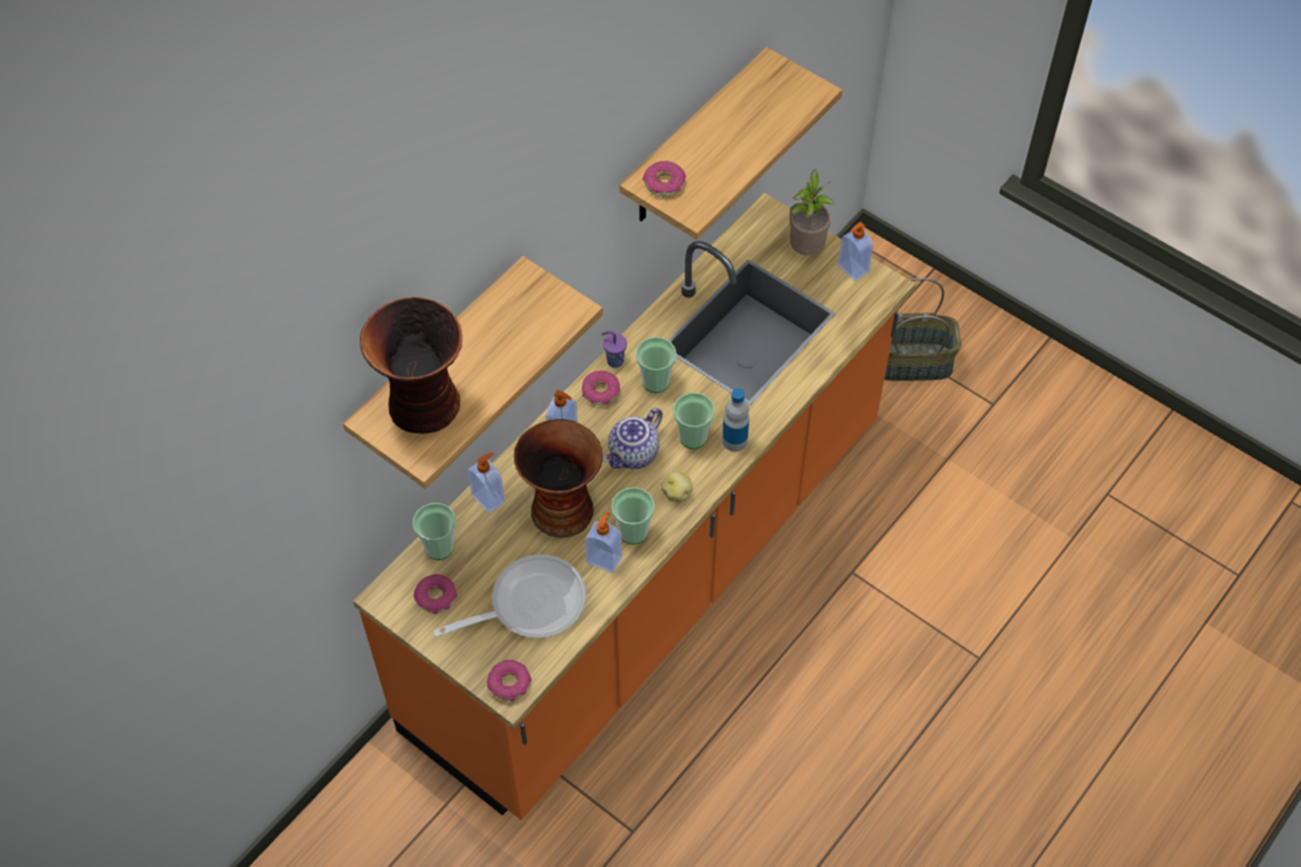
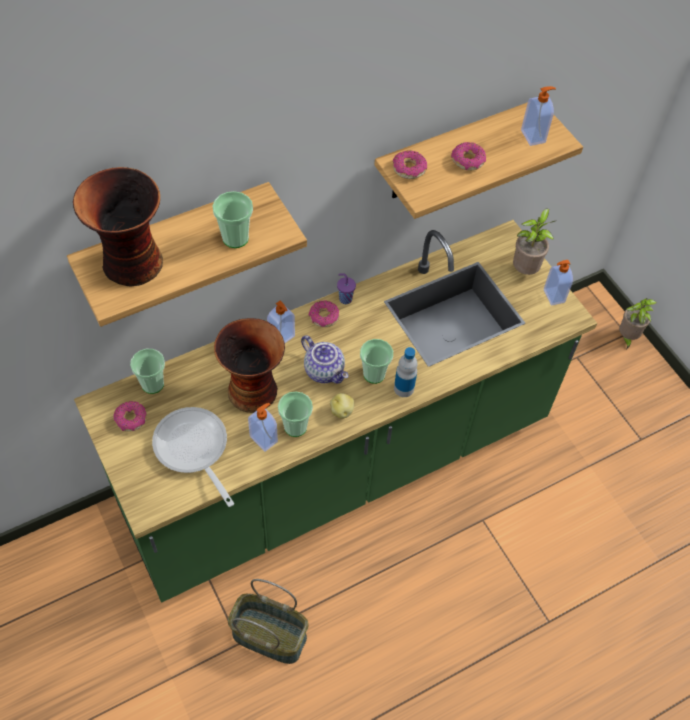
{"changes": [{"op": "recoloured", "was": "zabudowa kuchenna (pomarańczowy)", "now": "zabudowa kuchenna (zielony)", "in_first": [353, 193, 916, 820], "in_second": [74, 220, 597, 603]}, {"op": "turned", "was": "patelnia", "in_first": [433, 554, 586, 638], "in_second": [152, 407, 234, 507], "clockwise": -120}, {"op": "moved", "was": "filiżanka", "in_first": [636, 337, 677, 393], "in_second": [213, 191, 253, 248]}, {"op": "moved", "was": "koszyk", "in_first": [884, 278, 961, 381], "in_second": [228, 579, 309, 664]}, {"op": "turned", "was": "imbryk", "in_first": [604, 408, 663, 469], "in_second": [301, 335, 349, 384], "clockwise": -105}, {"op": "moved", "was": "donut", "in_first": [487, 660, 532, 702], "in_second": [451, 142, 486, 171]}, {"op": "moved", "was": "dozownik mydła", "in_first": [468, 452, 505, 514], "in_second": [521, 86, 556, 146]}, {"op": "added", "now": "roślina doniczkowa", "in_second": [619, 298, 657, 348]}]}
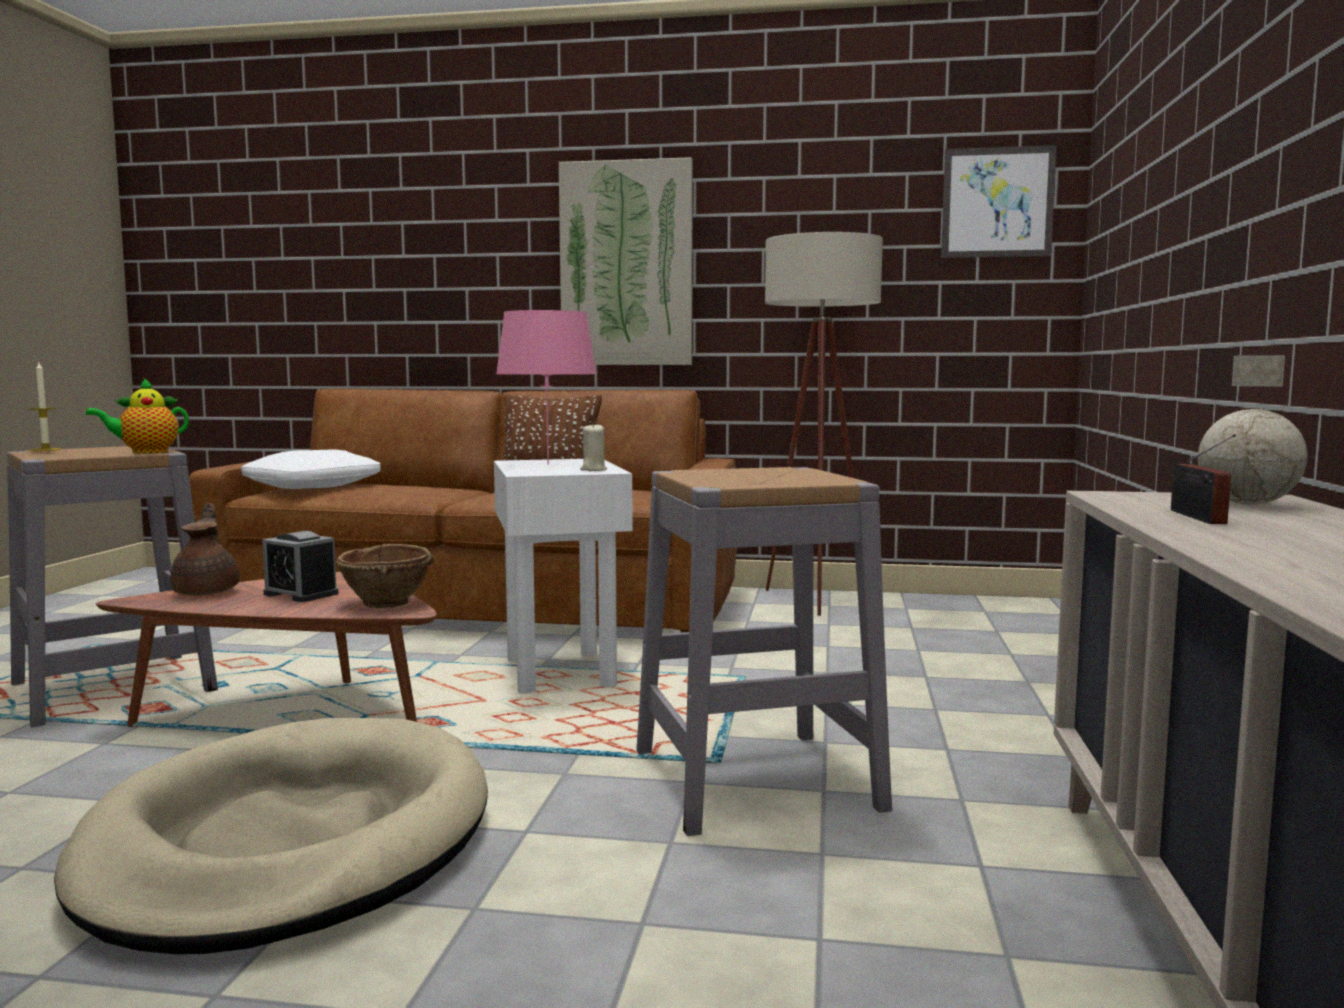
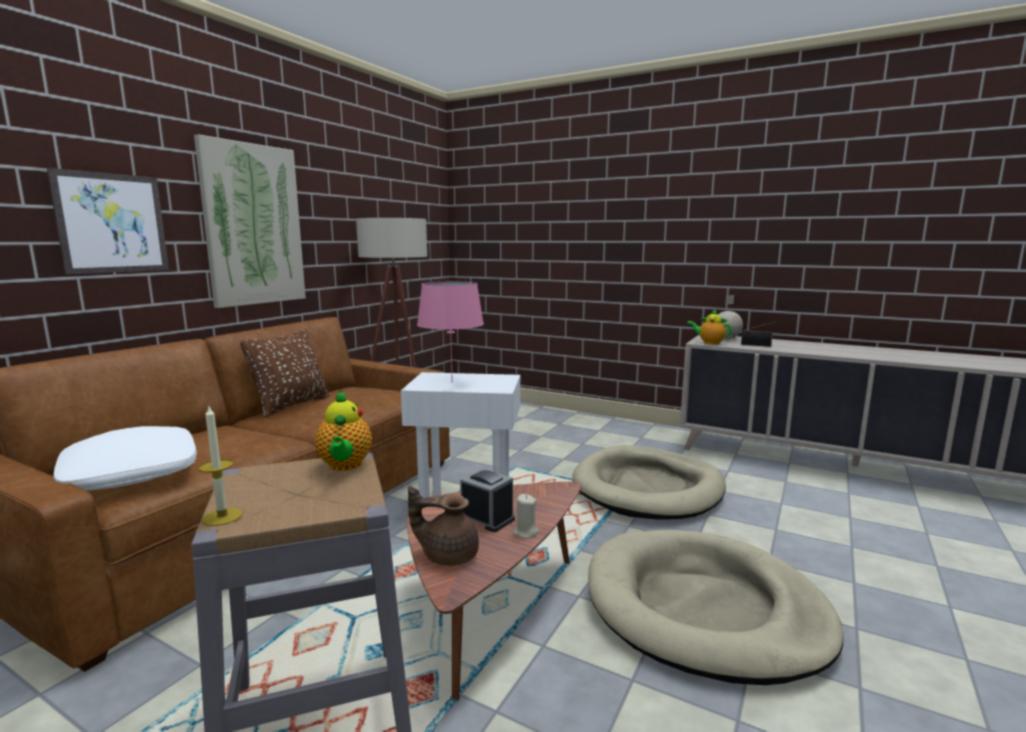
{"changes": [{"op": "moved", "was": "obraz", "in_first": [941, 145, 1057, 258], "in_second": [47, 168, 169, 275]}, {"op": "turned", "was": "budzik", "in_first": [262, 531, 339, 602], "in_second": [460, 469, 515, 532], "clockwise": -105}, {"op": "moved", "was": "świeca (beżowy)", "in_first": [580, 425, 607, 471], "in_second": [513, 494, 538, 538]}, {"op": "replaced", "was": "stołek (szary)", "now": "legowisko (beżowy)", "in_first": [636, 467, 892, 836], "in_second": [572, 445, 726, 520]}, {"op": "added", "now": "imbryk", "in_second": [687, 309, 731, 345]}, {"op": "removed", "was": "miska (brązowy)", "in_first": [336, 544, 434, 608]}]}
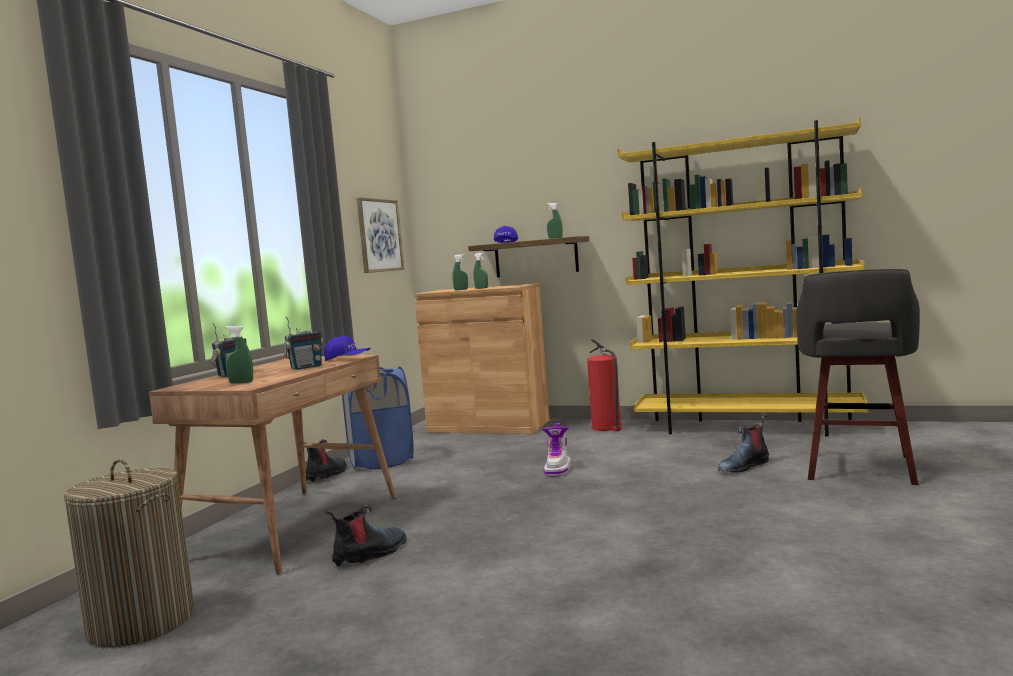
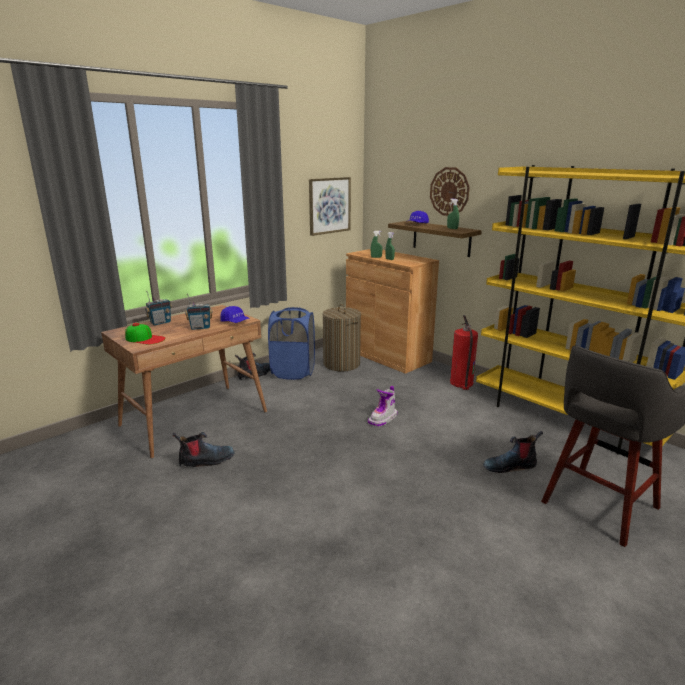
{"changes": [{"op": "replaced", "was": "spryskiwacz (zielony)", "now": "czapka z daszkiem", "in_first": [225, 325, 253, 384], "in_second": [125, 323, 165, 345]}, {"op": "moved", "was": "kosz na pranie", "in_first": [63, 459, 194, 647], "in_second": [322, 304, 361, 371]}, {"op": "added", "now": "zegar ścienny", "in_second": [430, 167, 470, 216]}]}
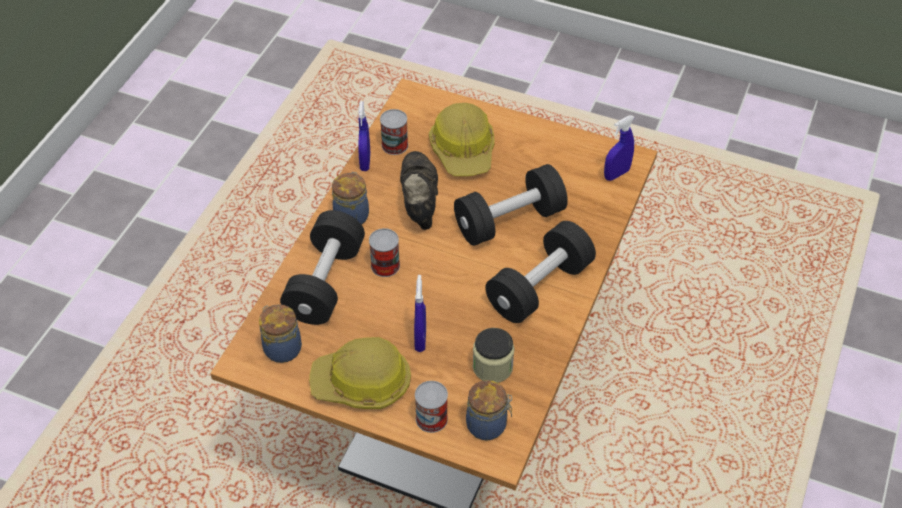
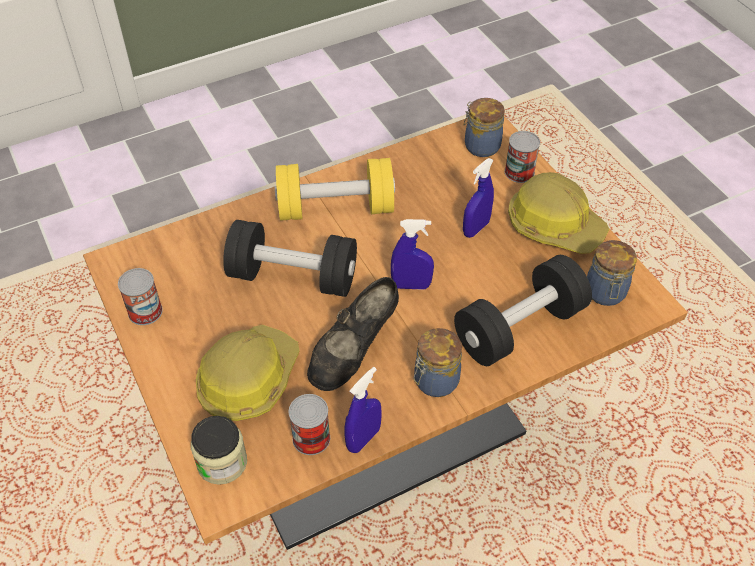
{"changes": [{"op": "moved", "was": "puszka", "in_first": [369, 228, 400, 277], "in_second": [118, 268, 163, 325]}, {"op": "moved", "was": "słoik", "in_first": [473, 328, 514, 383], "in_second": [191, 416, 247, 485]}, {"op": "recoloured", "was": "hantel (czarny)", "now": "hantel (żółty)", "in_first": [485, 221, 596, 323], "in_second": [275, 158, 395, 221]}, {"op": "moved", "was": "spryskiwacz (niebieski)", "in_first": [604, 115, 634, 181], "in_second": [391, 219, 434, 290]}]}
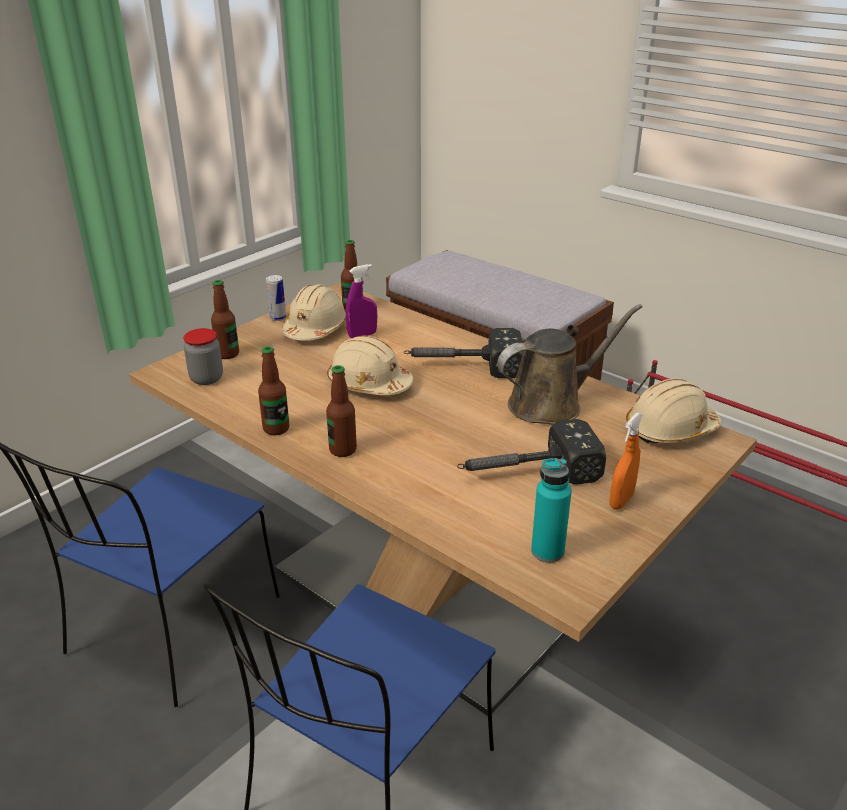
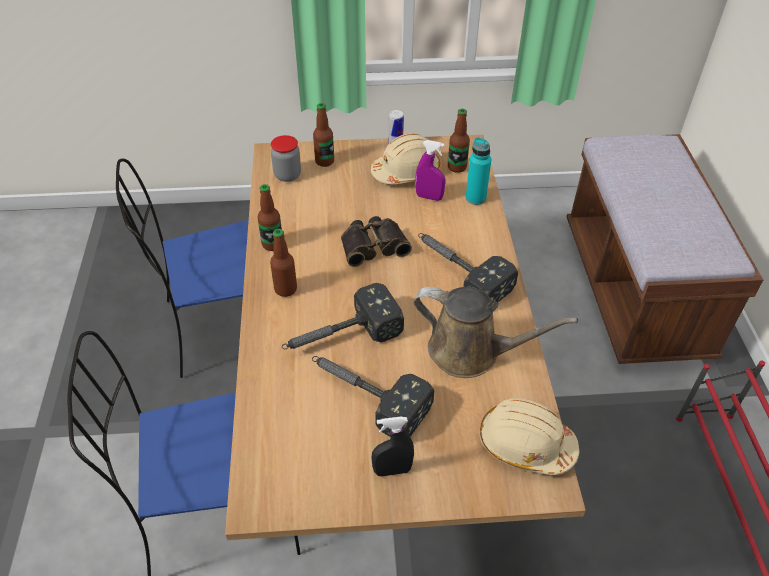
{"changes": [{"op": "added", "now": "młotek", "in_second": [282, 283, 404, 349]}, {"op": "replaced", "was": "kask (beżowy)", "now": "lornetka", "in_first": [327, 336, 413, 395], "in_second": [341, 216, 412, 267]}, {"op": "recoloured", "was": "spryskiwacz (pomarańczowy)", "now": "spryskiwacz (czarny)", "in_first": [609, 413, 642, 510], "in_second": [371, 417, 414, 476]}, {"op": "moved", "was": "butelka (turkusowy)", "in_first": [531, 458, 572, 563], "in_second": [466, 137, 491, 205]}]}
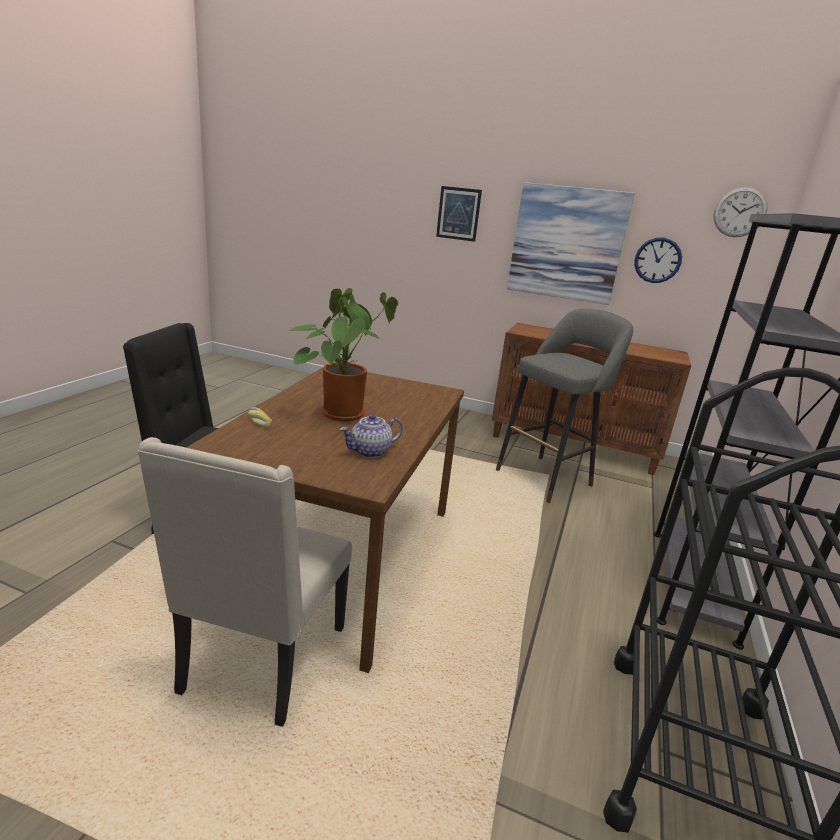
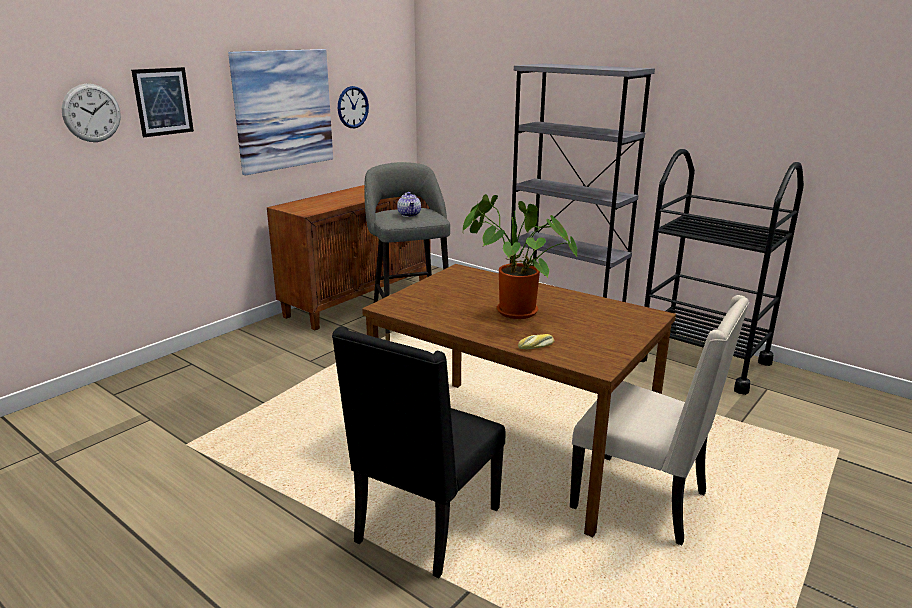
{"changes": [{"op": "moved", "was": "zegar ścienny", "in_first": [713, 187, 768, 237], "in_second": [62, 84, 121, 142]}, {"op": "moved", "was": "imbryk", "in_first": [340, 414, 402, 458], "in_second": [397, 192, 421, 217]}]}
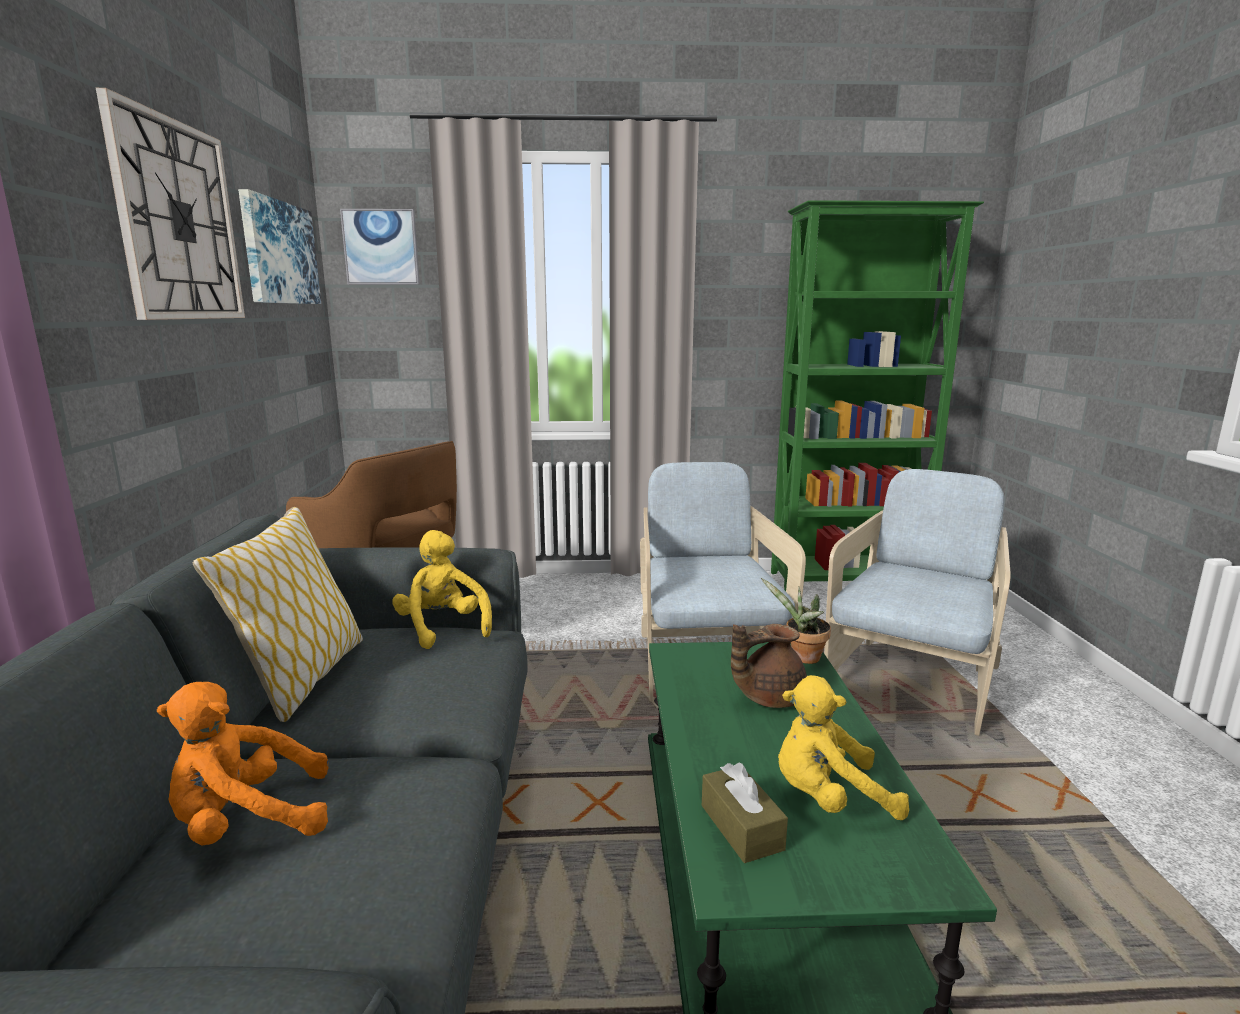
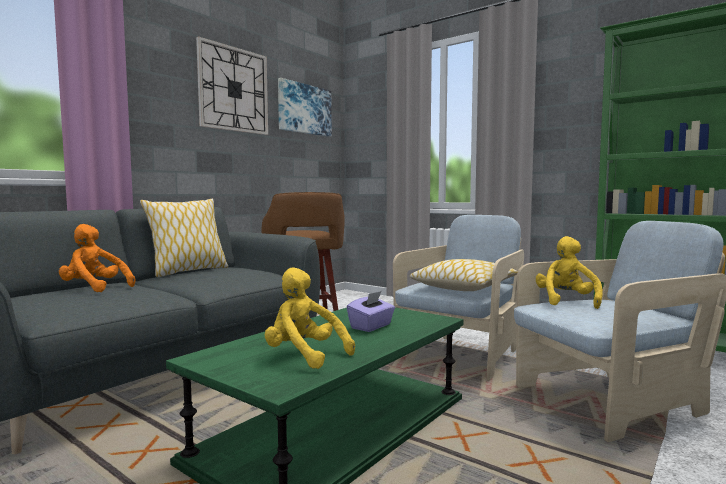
{"changes": [{"op": "replaced", "was": "imbryk (brązowy)", "now": "pudełko chusteczek (fioletowy)", "in_first": [731, 624, 807, 708], "in_second": [347, 291, 395, 332]}, {"op": "added", "now": "poduszka", "in_second": [410, 259, 518, 291]}, {"op": "moved", "was": "pluszak (żółty)", "in_first": [392, 530, 492, 649], "in_second": [536, 236, 603, 309]}, {"op": "removed", "was": "obraz", "in_first": [340, 209, 420, 285]}, {"op": "removed", "was": "pudełko chusteczek (brązowy)", "in_first": [702, 762, 788, 863]}, {"op": "removed", "was": "roślina doniczkowa", "in_first": [761, 578, 831, 664]}]}
